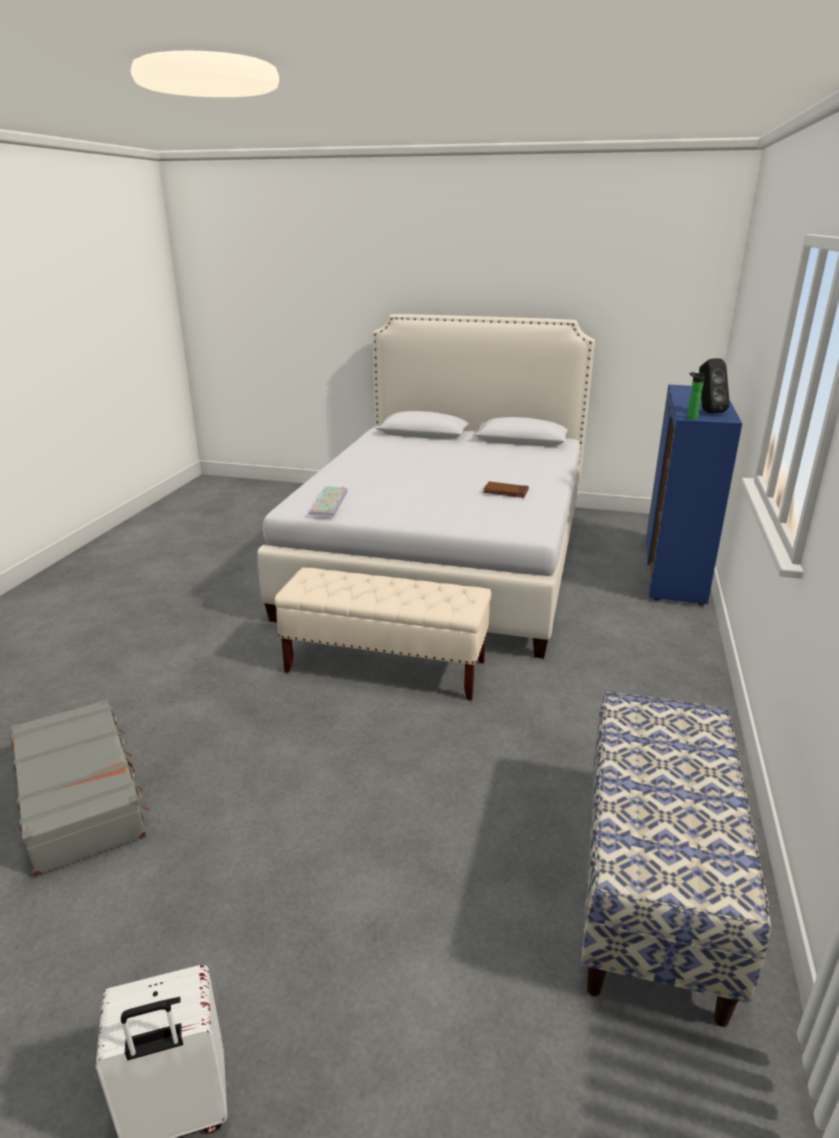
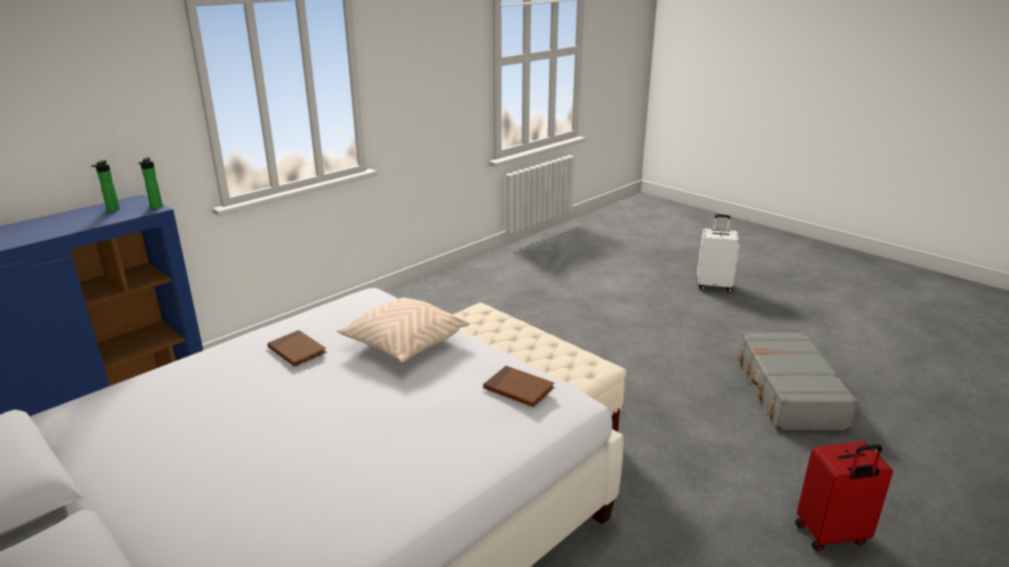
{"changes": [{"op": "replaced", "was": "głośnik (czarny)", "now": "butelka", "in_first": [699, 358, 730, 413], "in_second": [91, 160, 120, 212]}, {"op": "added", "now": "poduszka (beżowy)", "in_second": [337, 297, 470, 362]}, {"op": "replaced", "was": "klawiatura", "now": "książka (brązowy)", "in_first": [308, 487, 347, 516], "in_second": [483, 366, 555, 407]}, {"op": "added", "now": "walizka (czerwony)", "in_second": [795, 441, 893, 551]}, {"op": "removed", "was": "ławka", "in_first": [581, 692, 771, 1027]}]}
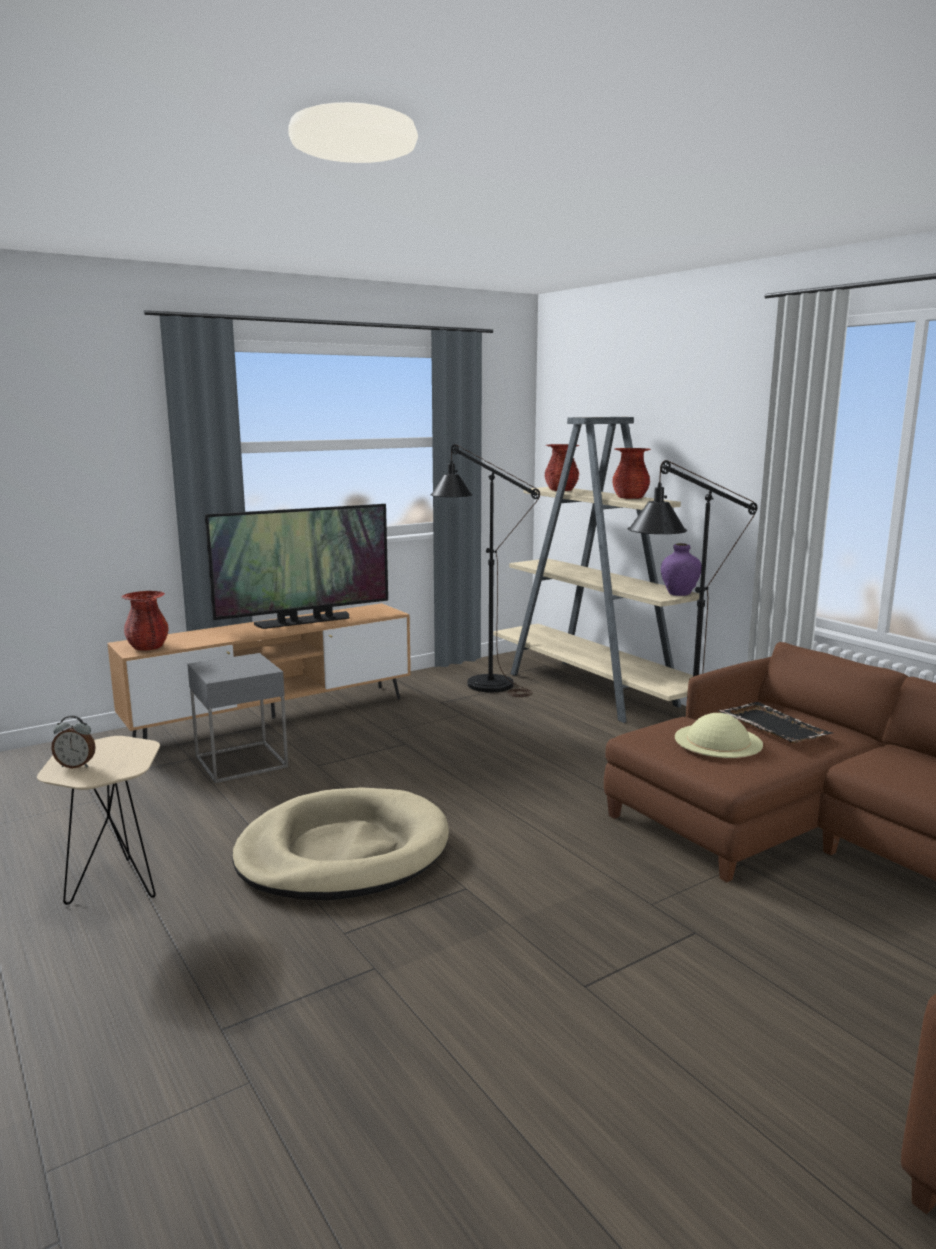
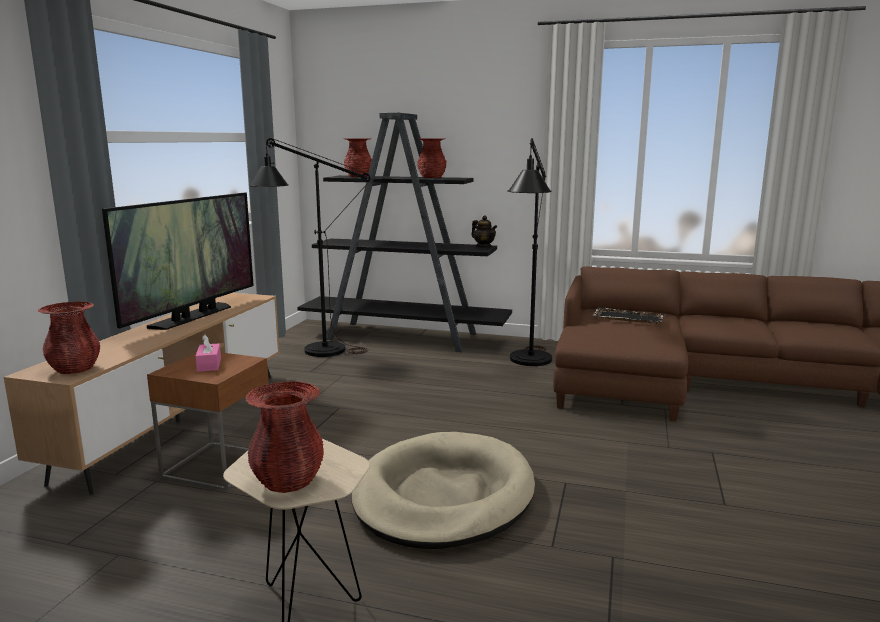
{"changes": [{"op": "recoloured", "was": "stolik (szary)", "now": "stolik (brązowy)", "in_first": [187, 653, 288, 783], "in_second": [147, 353, 269, 491]}, {"op": "added", "now": "pudełko chusteczek (różowy)", "in_second": [195, 334, 221, 372]}, {"op": "replaced", "was": "budzik", "now": "wazon (czerwony)", "in_first": [51, 716, 96, 768], "in_second": [245, 381, 324, 493]}, {"op": "recoloured", "was": "regał (beżowy)", "now": "regał (czarny)", "in_first": [493, 417, 700, 723], "in_second": [297, 113, 512, 352]}, {"op": "replaced", "was": "wazon (fioletowy)", "now": "imbryk", "in_first": [661, 543, 702, 596], "in_second": [471, 216, 497, 248]}, {"op": "removed", "was": "kapelusz (beżowy)", "in_first": [675, 713, 763, 758]}]}
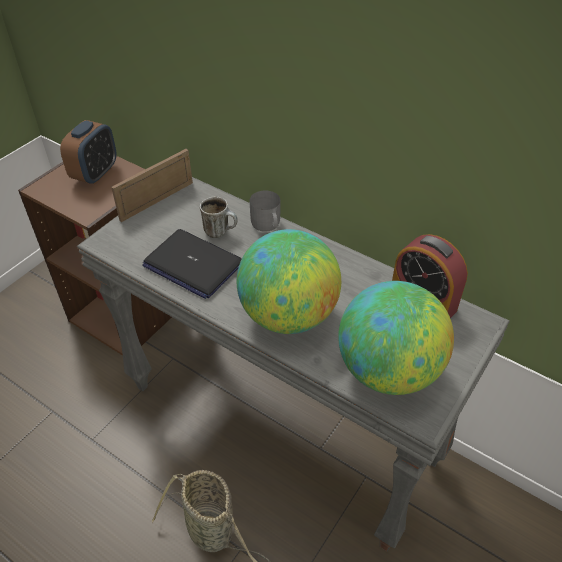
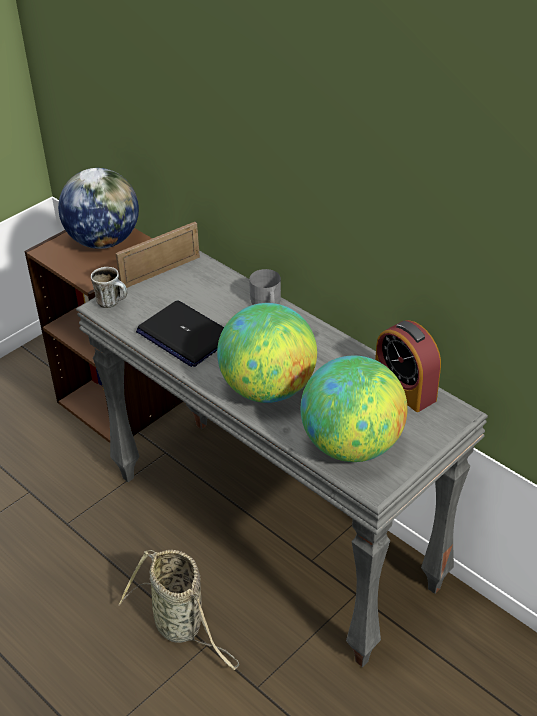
{"changes": [{"op": "replaced", "was": "budzik", "now": "globus", "in_first": [60, 120, 116, 184], "in_second": [58, 168, 139, 249]}, {"op": "moved", "was": "kubek", "in_first": [200, 197, 238, 238], "in_second": [91, 267, 127, 308]}]}
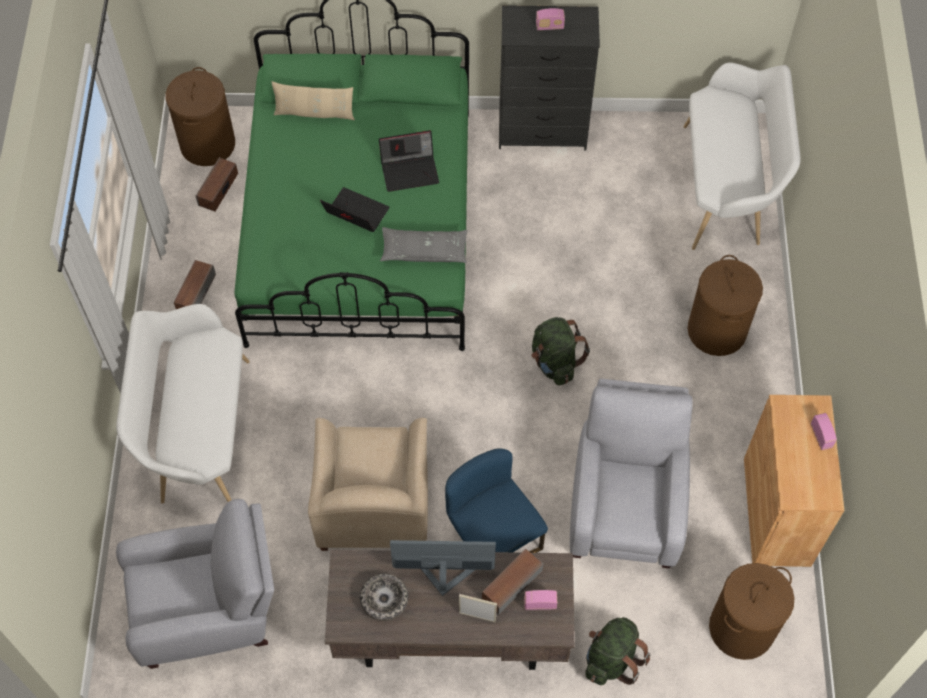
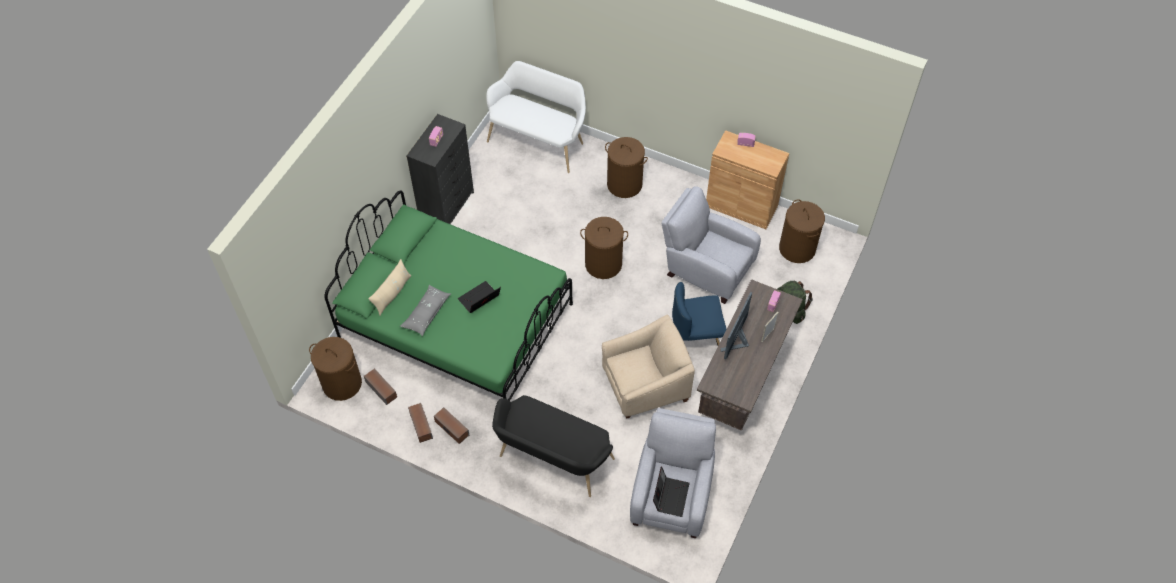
{"changes": [{"op": "moved", "was": "poduszka (szary)", "in_first": [380, 227, 468, 263], "in_second": [400, 285, 451, 336]}, {"op": "moved", "was": "głośnik", "in_first": [482, 548, 543, 615], "in_second": [408, 403, 433, 443]}, {"op": "recoloured", "was": "ławka (biały)", "now": "ławka (czarny)", "in_first": [116, 304, 250, 504], "in_second": [492, 395, 615, 497]}, {"op": "replaced", "was": "plecak (zielony)", "now": "kosz na pranie (brązowy)", "in_first": [532, 317, 590, 386], "in_second": [580, 217, 628, 279]}, {"op": "turned", "was": "fotel (beżowy)", "in_first": [308, 418, 428, 551], "in_second": [602, 314, 695, 419], "clockwise": -45}, {"op": "moved", "was": "laptop", "in_first": [379, 130, 439, 192], "in_second": [653, 466, 690, 517]}, {"op": "removed", "was": "miska", "in_first": [360, 574, 408, 621]}]}
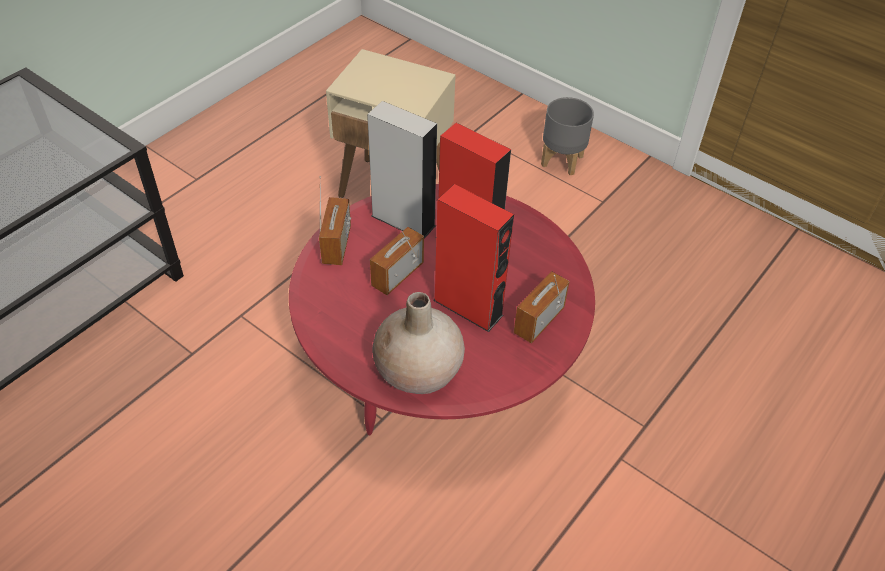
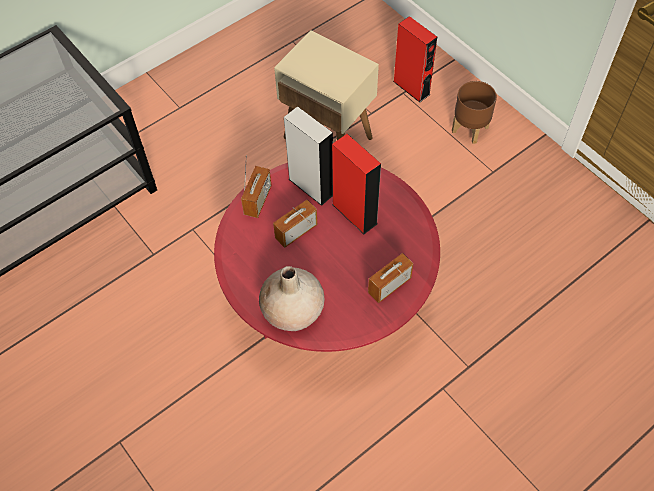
{"changes": [{"op": "moved", "was": "głośnik (czerwony)", "in_first": [433, 184, 514, 332], "in_second": [393, 16, 437, 102]}, {"op": "recoloured", "was": "donica (szary)", "now": "donica (brązowy)", "in_first": [541, 97, 594, 175], "in_second": [452, 81, 497, 144]}]}
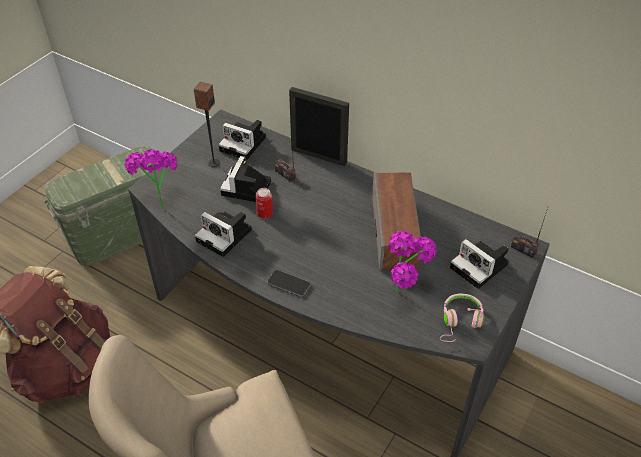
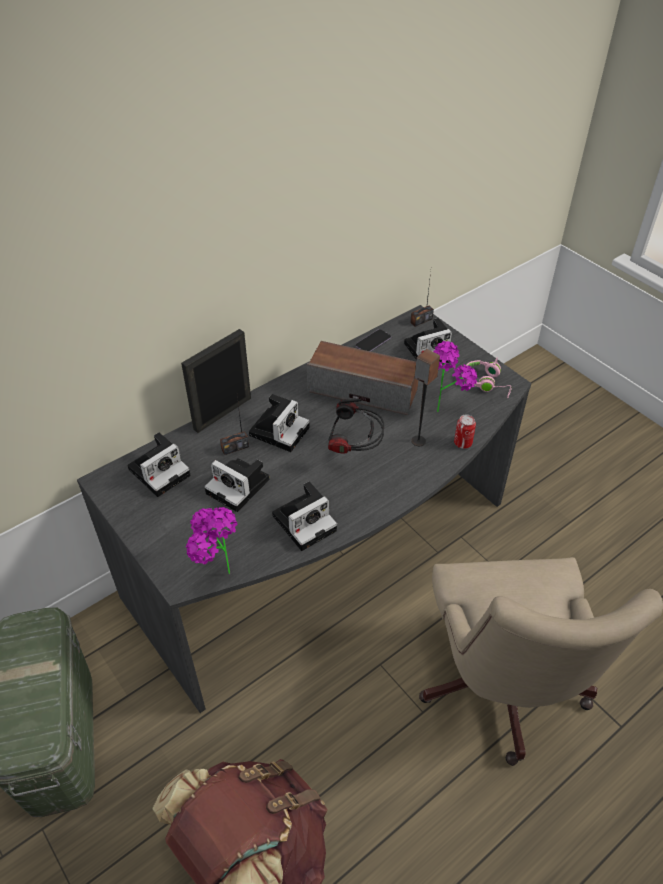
{"changes": [{"op": "added", "now": "aparat fotograficzny", "in_second": [249, 394, 310, 452]}, {"op": "added", "now": "słuchawki", "in_second": [328, 399, 384, 454]}, {"op": "moved", "was": "telefon", "in_first": [267, 270, 310, 297], "in_second": [355, 329, 391, 352]}, {"op": "moved", "was": "głośnik", "in_first": [194, 82, 220, 167], "in_second": [411, 349, 440, 446]}, {"op": "moved", "was": "puszka", "in_first": [255, 188, 273, 218], "in_second": [454, 415, 476, 449]}]}
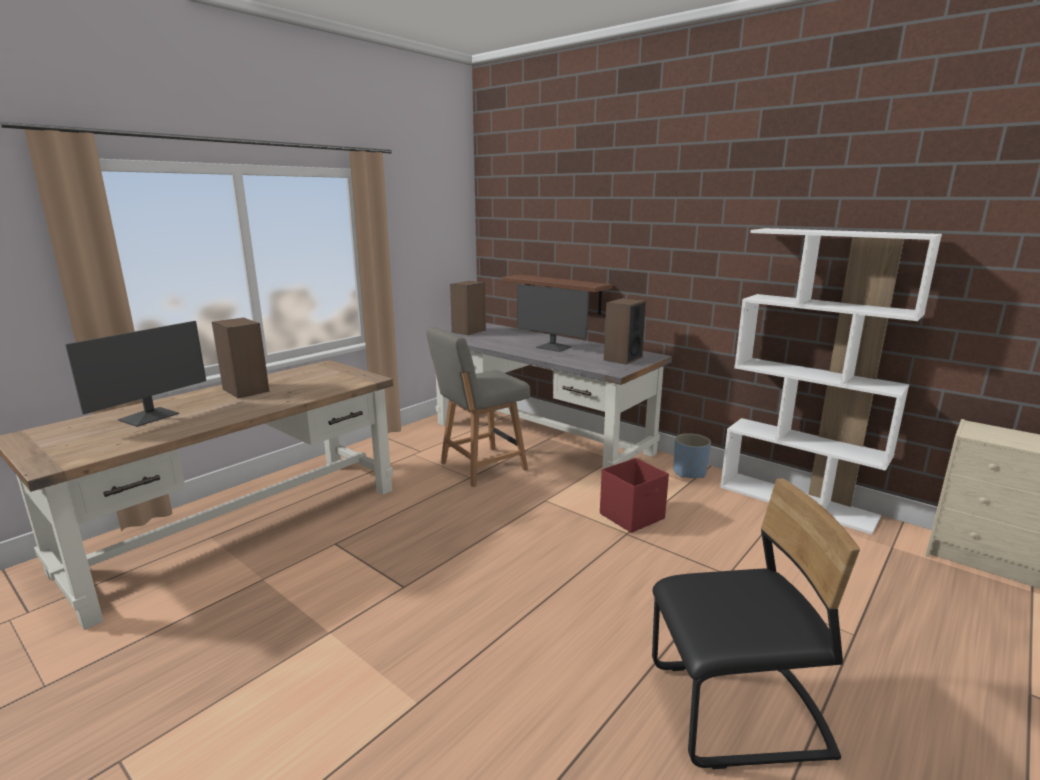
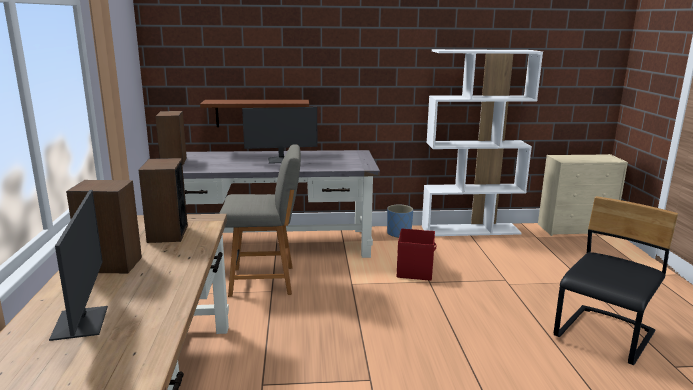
{"changes": [{"op": "moved", "was": "głośnik", "in_first": [604, 298, 646, 365], "in_second": [139, 158, 188, 243]}, {"op": "turned", "was": "krzesło (szary)", "in_first": [426, 327, 530, 487], "in_second": [219, 144, 301, 297], "clockwise": -105}]}
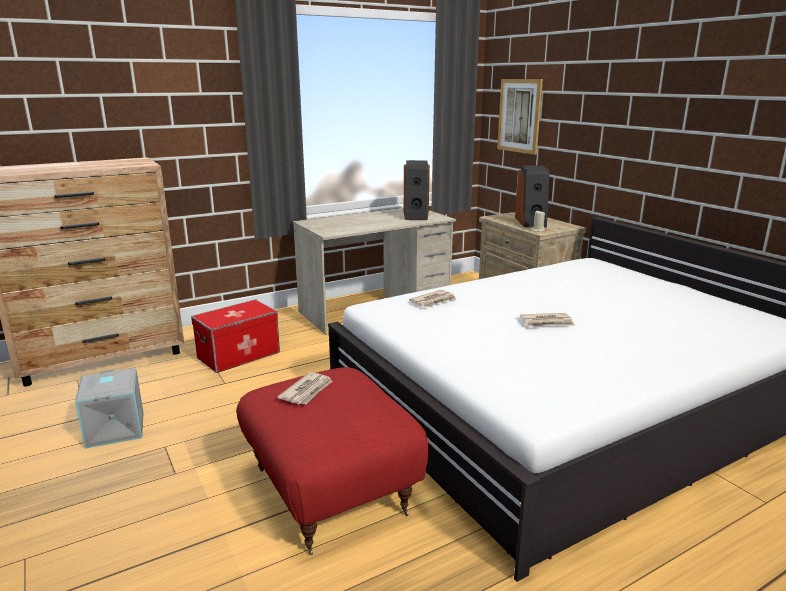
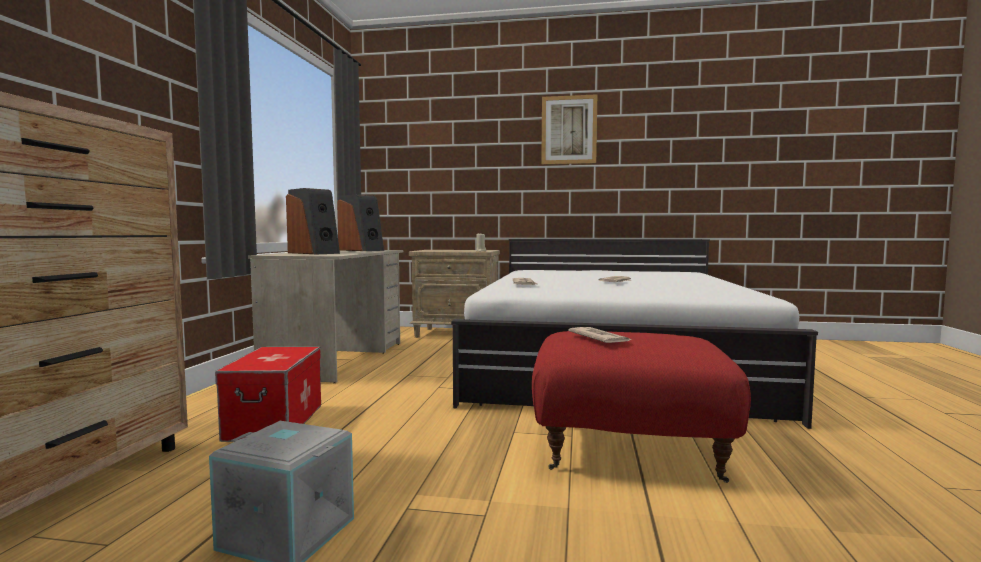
{"changes": [{"op": "moved", "was": "głośnik", "in_first": [515, 165, 549, 227], "in_second": [286, 188, 340, 254]}, {"op": "moved", "was": "obraz", "in_first": [497, 79, 543, 155], "in_second": [541, 94, 597, 164]}]}
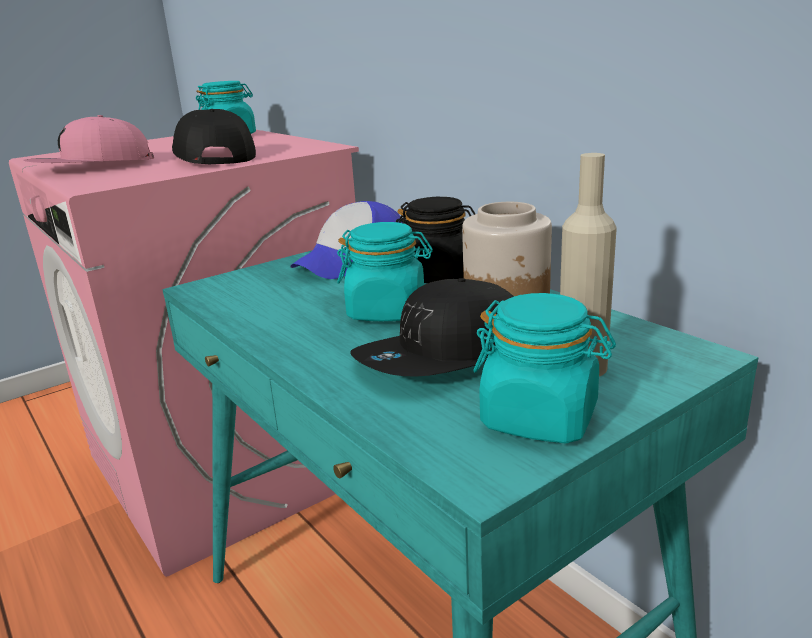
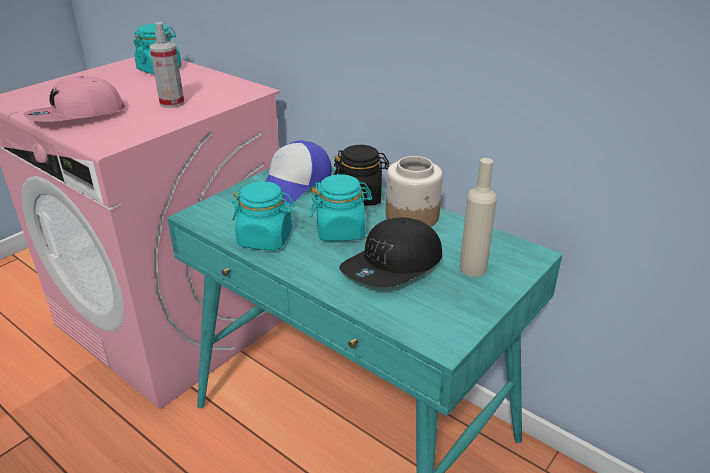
{"changes": [{"op": "replaced", "was": "czapka z daszkiem (czarny)", "now": "spryskiwacz", "in_first": [172, 109, 256, 164], "in_second": [150, 22, 185, 108]}, {"op": "moved", "was": "słoik (turkusowy)", "in_first": [473, 293, 616, 443], "in_second": [232, 181, 295, 250]}]}
